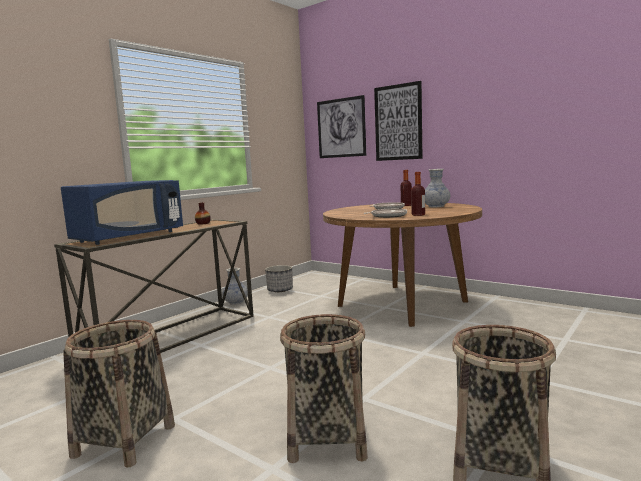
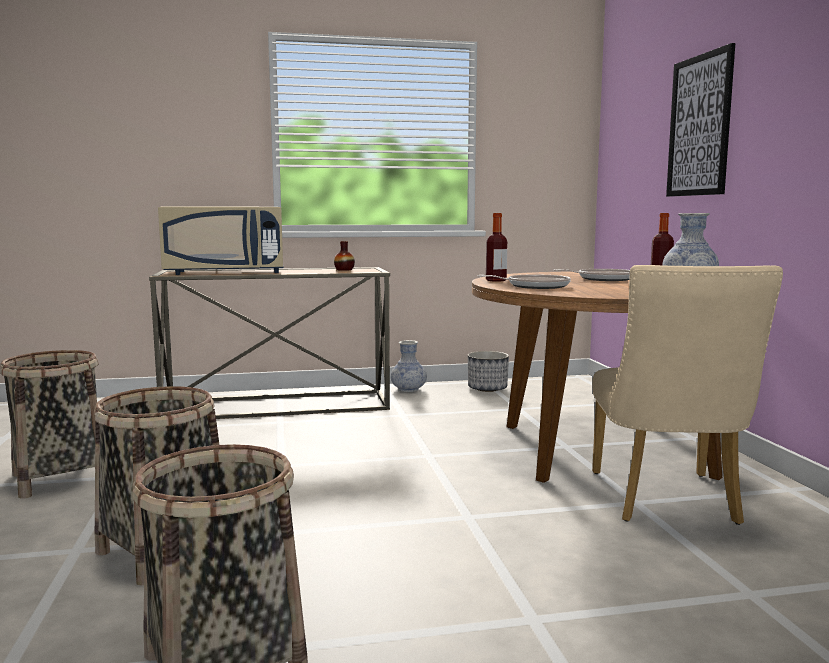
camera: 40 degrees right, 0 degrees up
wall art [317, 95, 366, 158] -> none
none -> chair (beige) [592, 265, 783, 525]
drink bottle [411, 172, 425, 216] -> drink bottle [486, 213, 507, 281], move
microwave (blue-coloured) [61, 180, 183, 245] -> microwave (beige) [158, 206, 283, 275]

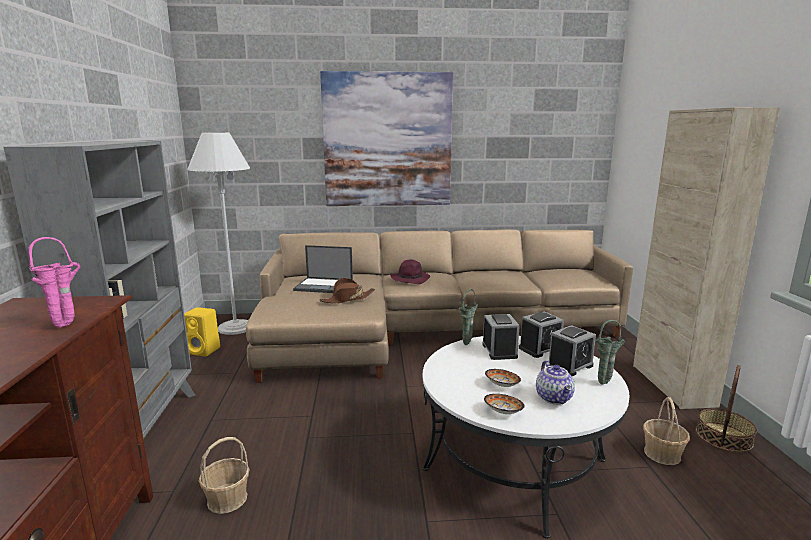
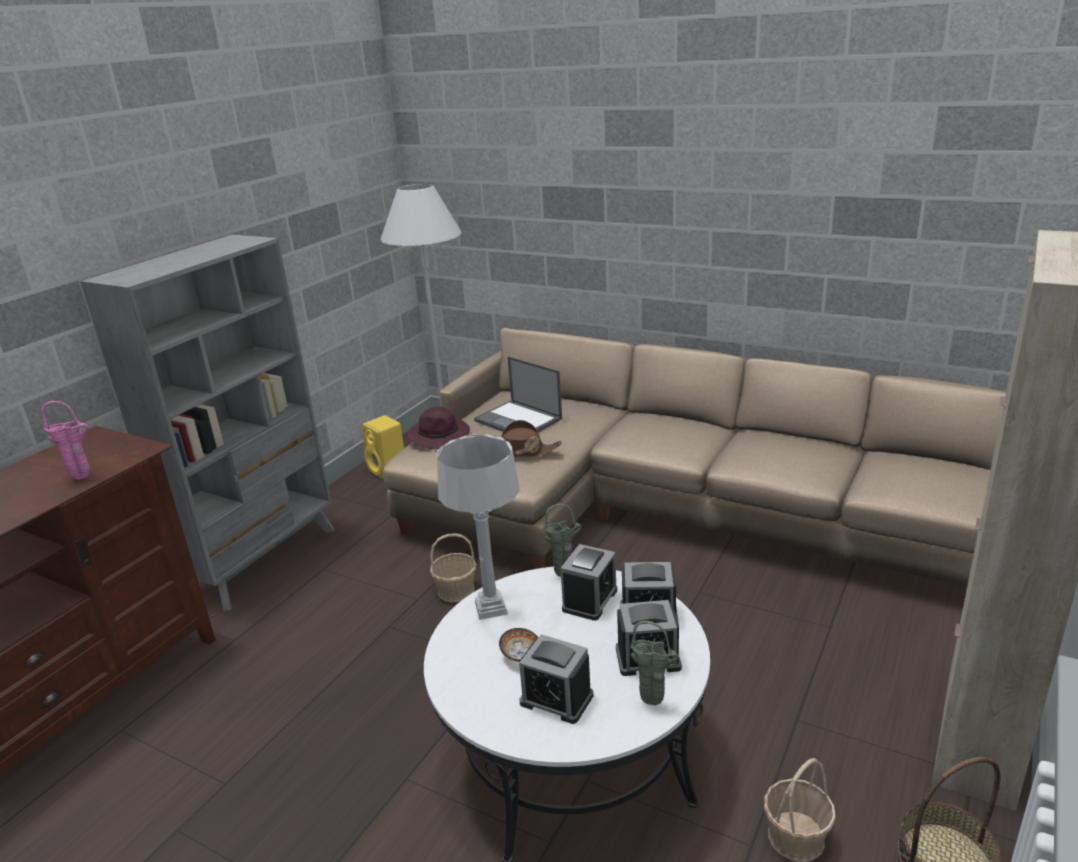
camera: 35 degrees right, 10 degrees up
wall art [320, 71, 453, 206] -> none
deep dish [484, 394, 525, 414] -> none
none -> lamp for a table (greyish) [437, 434, 520, 620]
storage basket [199, 437, 250, 514] -> storage basket [430, 533, 476, 603], move
clothing hat (purplish) [390, 259, 430, 284] -> clothing hat (purplish) [407, 406, 470, 449], move
pot for tea [536, 360, 575, 404] -> alarm clock [519, 634, 593, 724]

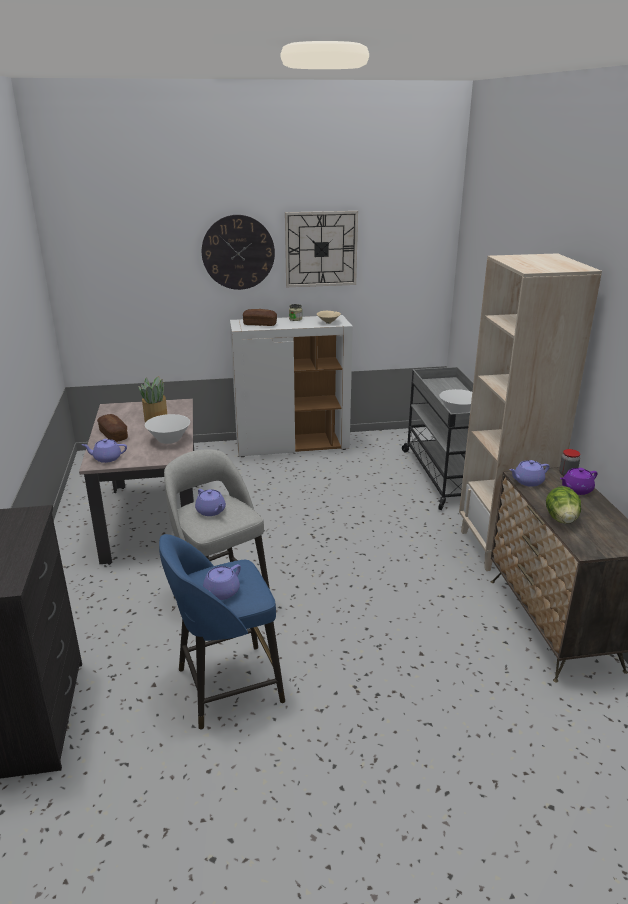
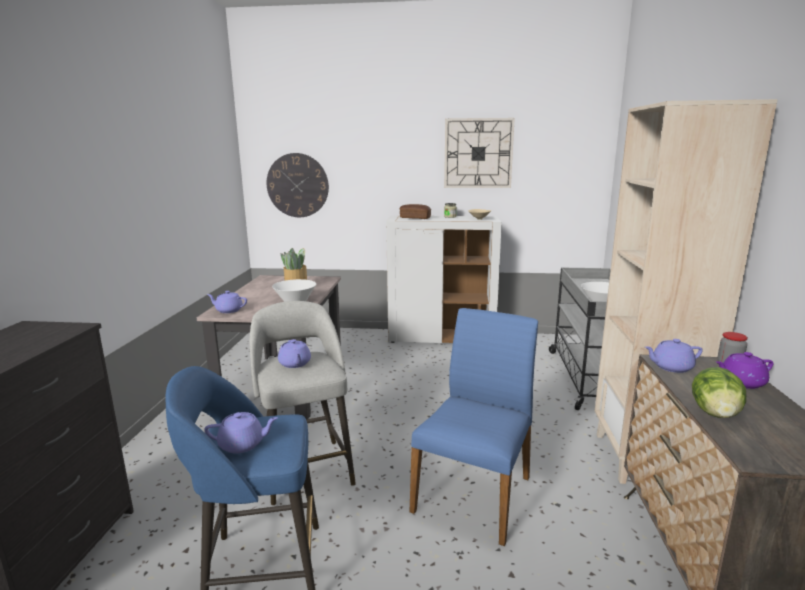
camera: 15 degrees right, 10 degrees down
bread [97, 414, 128, 442] -> none
none -> chair (blue-coloured) [409, 308, 538, 546]
wall clock [202, 215, 275, 290] -> wall clock [267, 153, 329, 217], move
pot for tea (purplish) [203, 564, 241, 600] -> pot for tea (purplish) [204, 412, 278, 453], 150 degrees counterclockwise

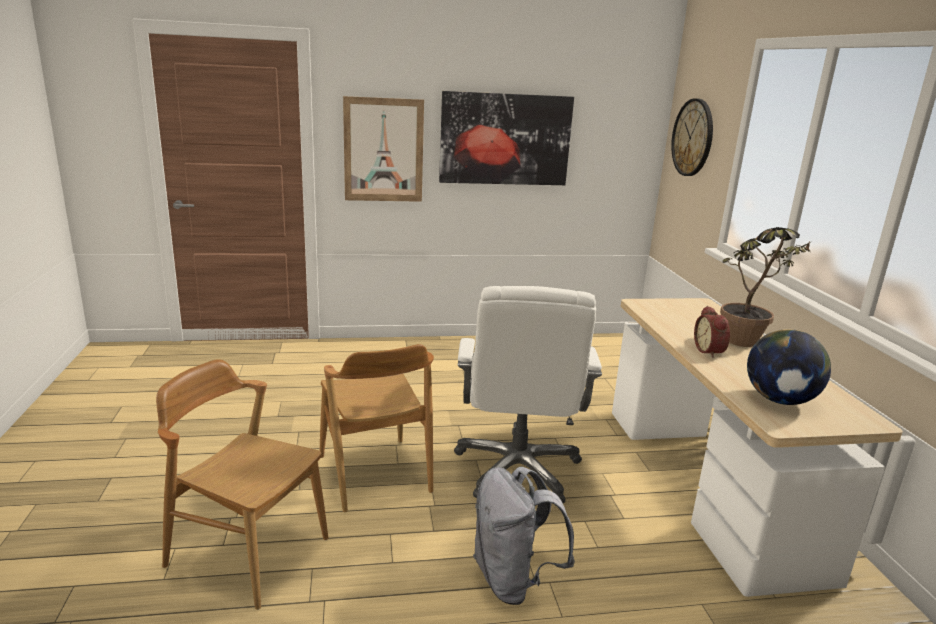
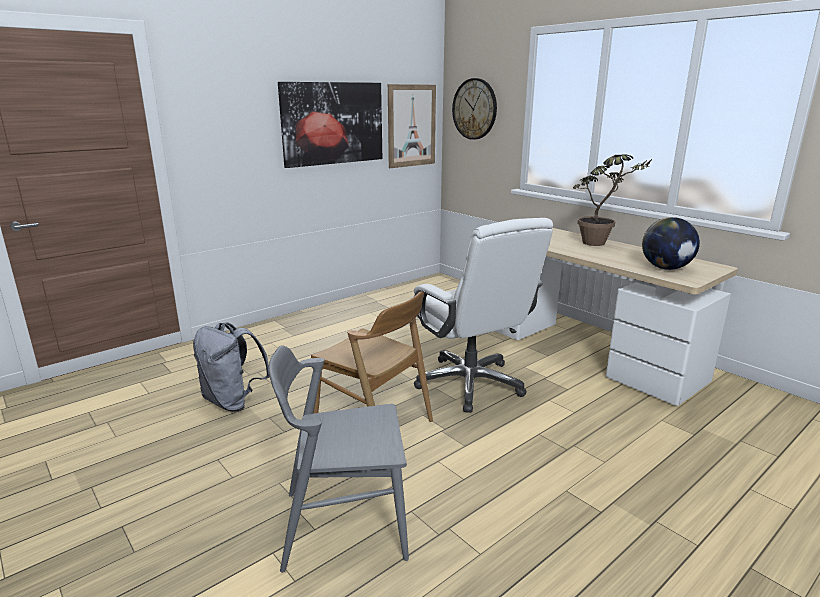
camera: 30 degrees left, 0 degrees up
alarm clock [694, 306, 730, 358] -> none
wall art [343, 96, 424, 202] -> wall art [388, 84, 436, 168], move
backpack (greyish) [473, 467, 575, 605] -> backpack (greyish) [193, 322, 270, 412], move
chair (brownish) [156, 359, 328, 610] -> chair (greyish) [269, 345, 409, 573]

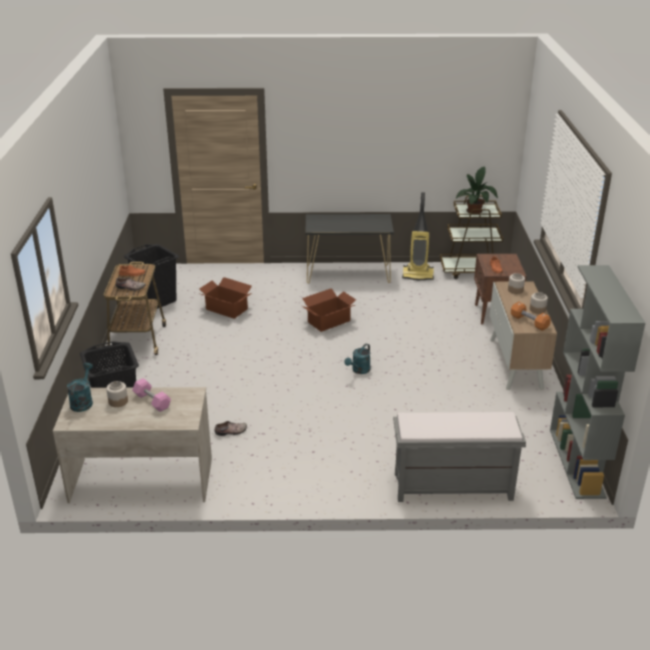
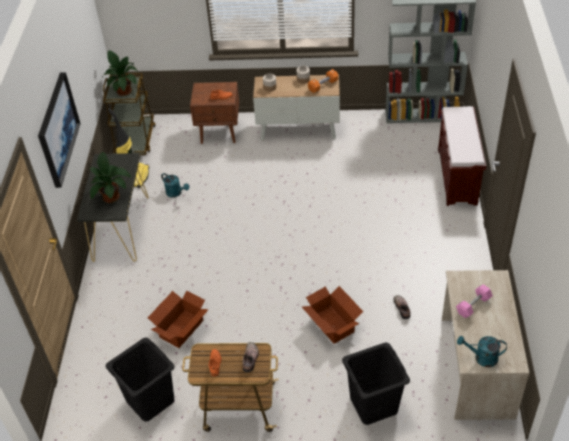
camera: 85 degrees left, 15 degrees up
preserve jar [106, 381, 128, 407] -> none
none -> wall art [38, 72, 81, 188]
none -> potted plant [90, 152, 131, 203]
packing box [302, 288, 356, 332] -> packing box [302, 286, 363, 344], move
sprinkling can (turquoise-coloured) [345, 344, 371, 374] -> sprinkling can (turquoise-coloured) [161, 173, 189, 198], move
bench (greyish) [393, 412, 526, 502] -> bench (brownish) [438, 106, 486, 206]

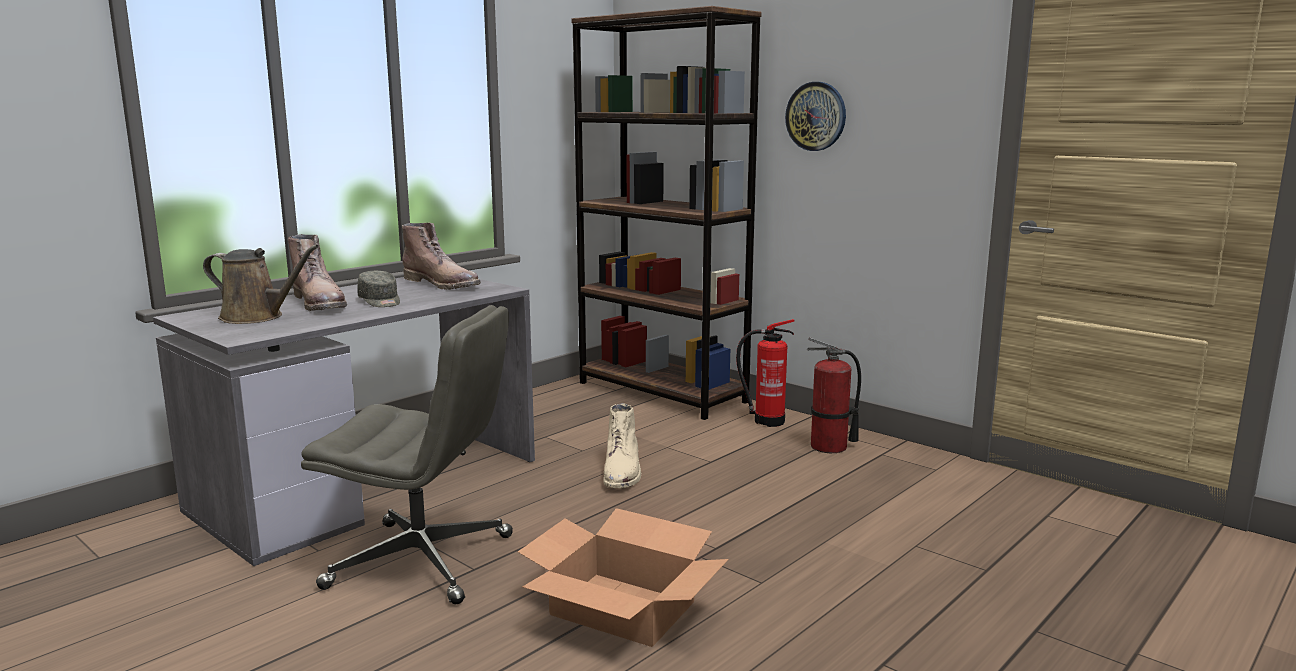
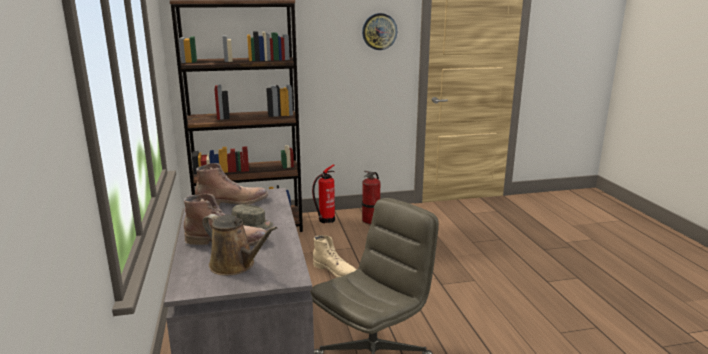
camera: 55 degrees left, 5 degrees up
packing box [518, 508, 729, 647] -> none
wall clock [785, 82, 846, 151] -> wall clock [362, 13, 397, 50], move
sprinkling can (brownish) [203, 245, 319, 324] -> sprinkling can (brownish) [202, 214, 277, 276], 75 degrees clockwise

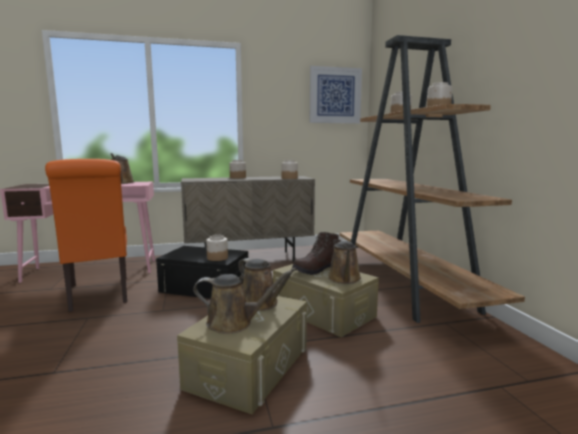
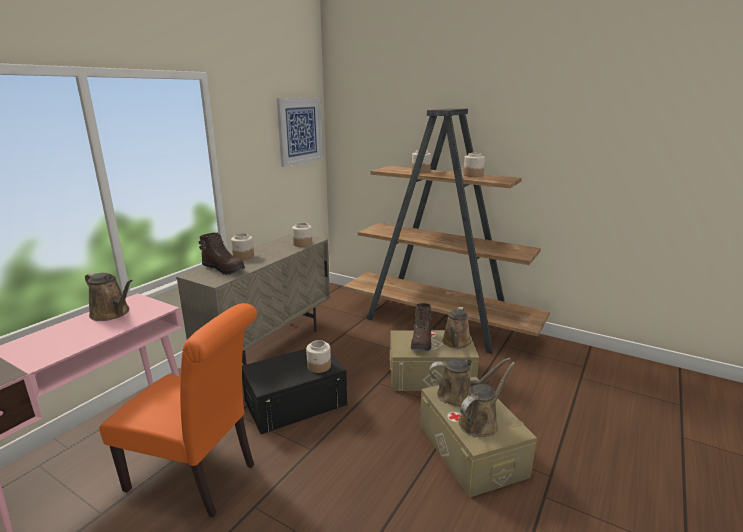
camera: 45 degrees left, 10 degrees up
none -> boot (brownish) [199, 232, 245, 275]
sprinkling can (brownish) [328, 240, 361, 284] -> sprinkling can (brownish) [442, 307, 471, 349], 60 degrees clockwise

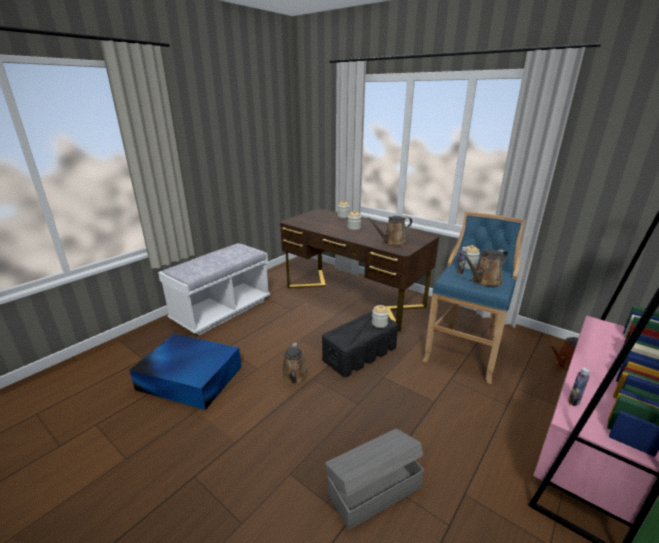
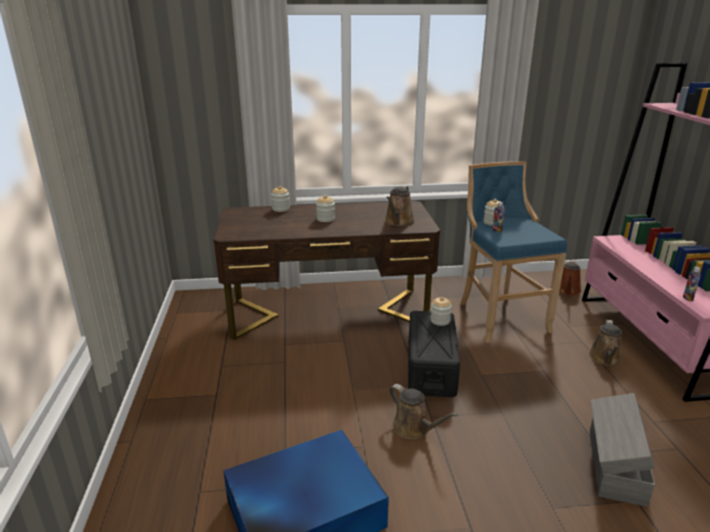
camera: 45 degrees left, 0 degrees up
bench (white) [158, 243, 270, 335] -> none
sprinkling can (brownish) [462, 249, 508, 286] -> sprinkling can (brownish) [589, 320, 622, 366], move

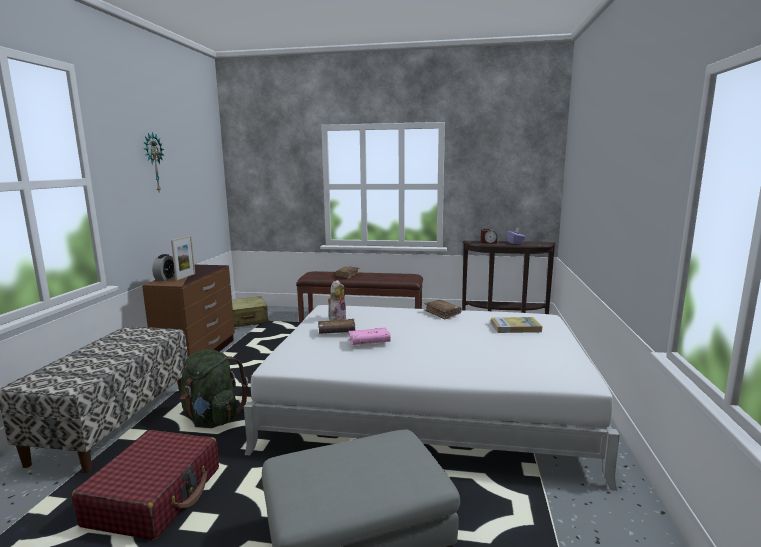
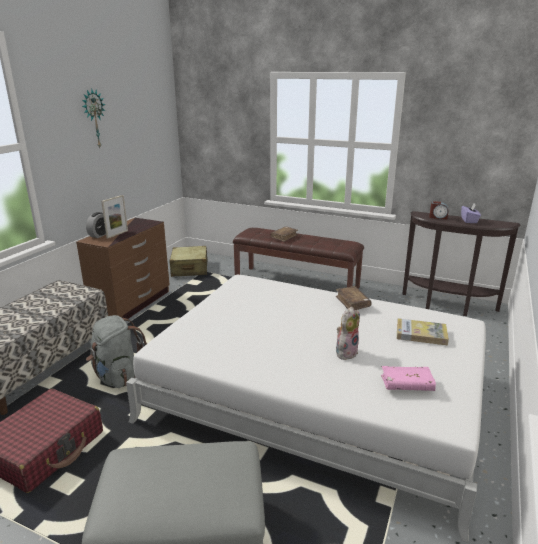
camera: 15 degrees right, 10 degrees up
volume (brownish) [318, 319, 356, 334] -> none
cuddly toy [328, 280, 347, 321] -> cuddly toy [336, 307, 360, 360], move
volume (pink-coloured) [348, 327, 391, 345] -> volume (pink-coloured) [381, 366, 436, 391], move
backpack (green-coloured) [180, 349, 248, 426] -> backpack (greyish) [86, 315, 147, 388]

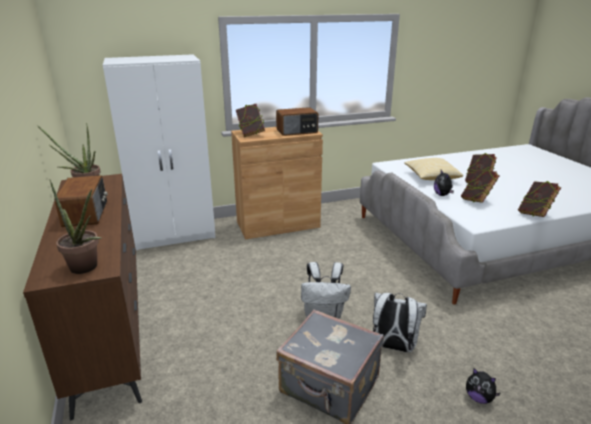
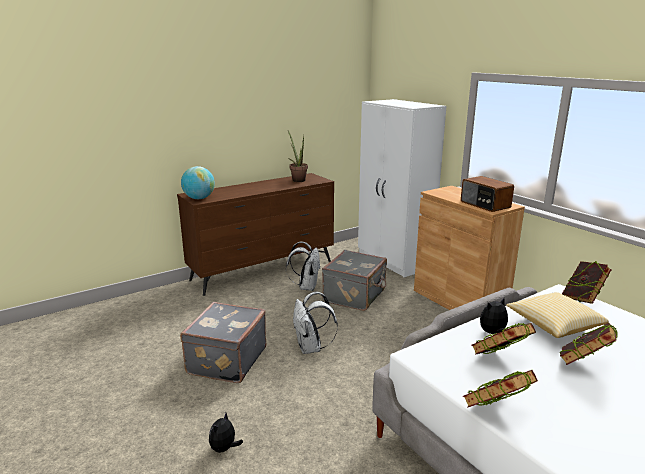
camera: 75 degrees right, 5 degrees down
radio receiver [54, 175, 108, 227] -> none
none -> suitcase (greyish) [322, 250, 387, 311]
volume [236, 104, 265, 137] -> volume [562, 261, 612, 304], move
backpack (white) [373, 292, 427, 352] -> backpack (white) [286, 241, 320, 291], move
potted plant [50, 180, 101, 274] -> world globe [181, 166, 215, 199]

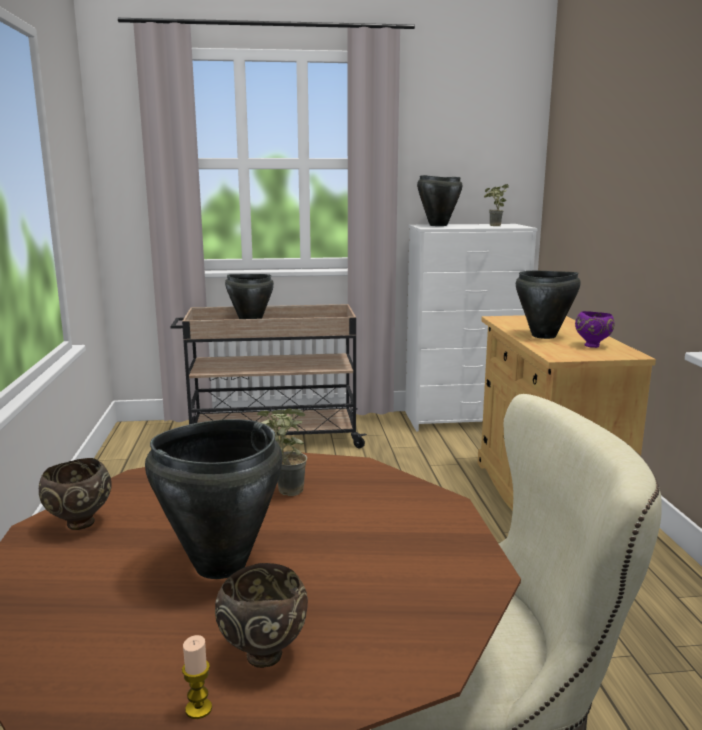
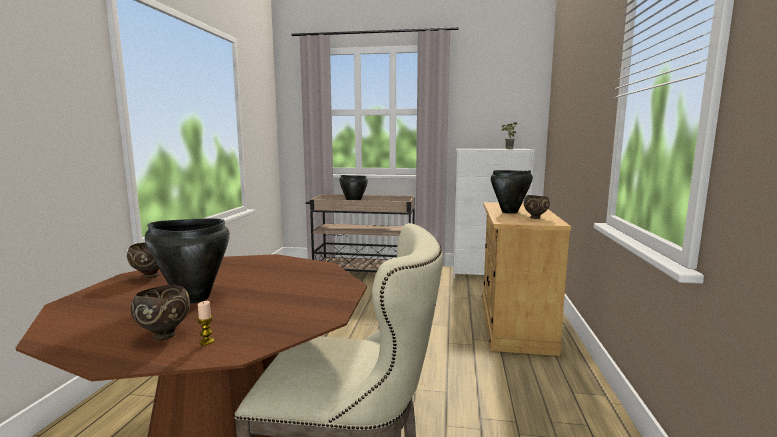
camera: 15 degrees right, 5 degrees down
potted plant [257, 409, 307, 496] -> none
saucepot (black-coloured) [417, 175, 462, 226] -> none
candle [182, 635, 212, 719] -> candle [197, 301, 214, 345], move
deep dish (purplish) [575, 311, 614, 348] -> deep dish (brownish) [524, 195, 550, 219]

